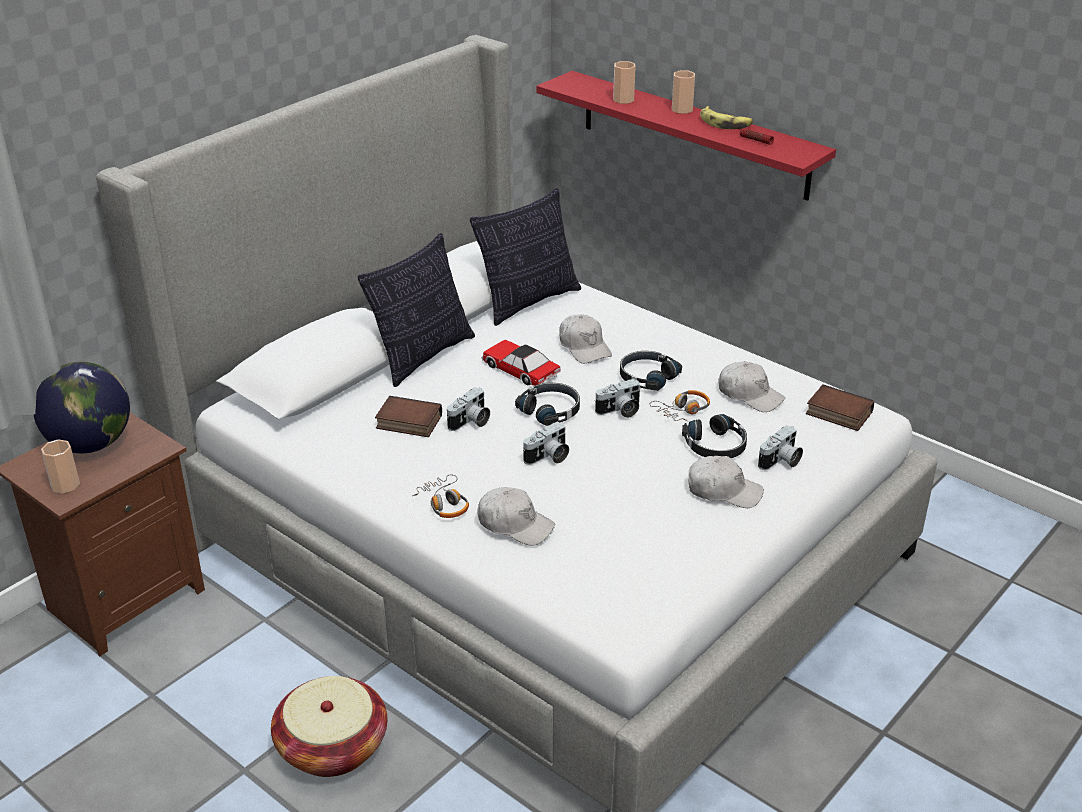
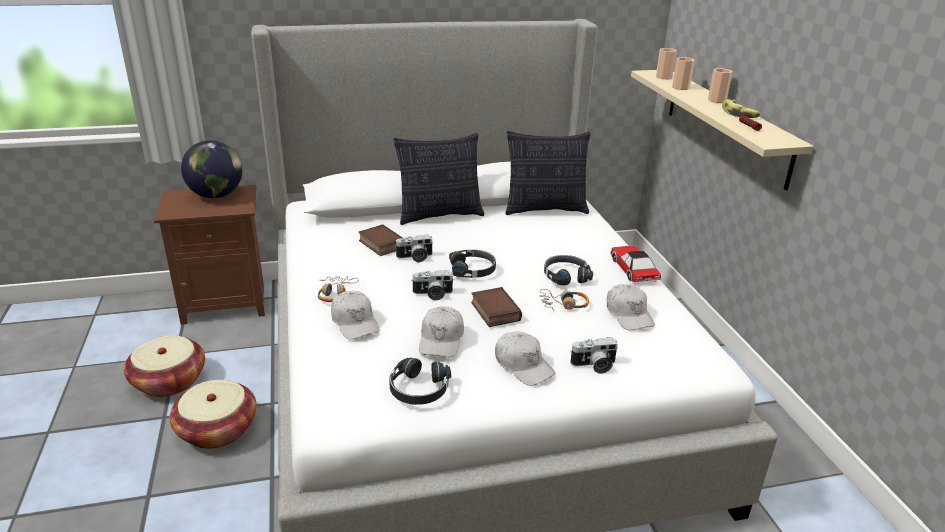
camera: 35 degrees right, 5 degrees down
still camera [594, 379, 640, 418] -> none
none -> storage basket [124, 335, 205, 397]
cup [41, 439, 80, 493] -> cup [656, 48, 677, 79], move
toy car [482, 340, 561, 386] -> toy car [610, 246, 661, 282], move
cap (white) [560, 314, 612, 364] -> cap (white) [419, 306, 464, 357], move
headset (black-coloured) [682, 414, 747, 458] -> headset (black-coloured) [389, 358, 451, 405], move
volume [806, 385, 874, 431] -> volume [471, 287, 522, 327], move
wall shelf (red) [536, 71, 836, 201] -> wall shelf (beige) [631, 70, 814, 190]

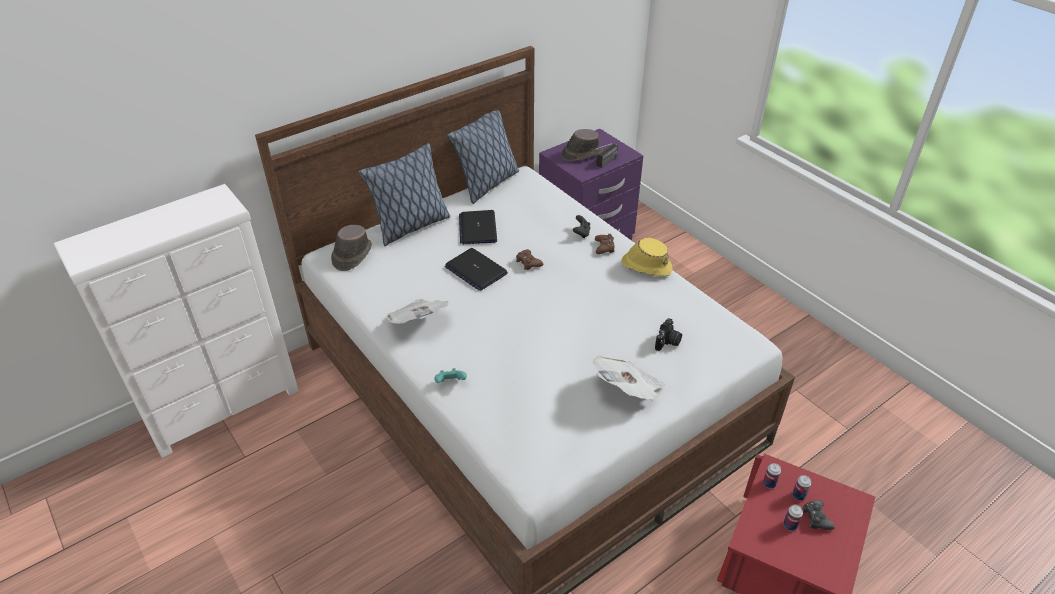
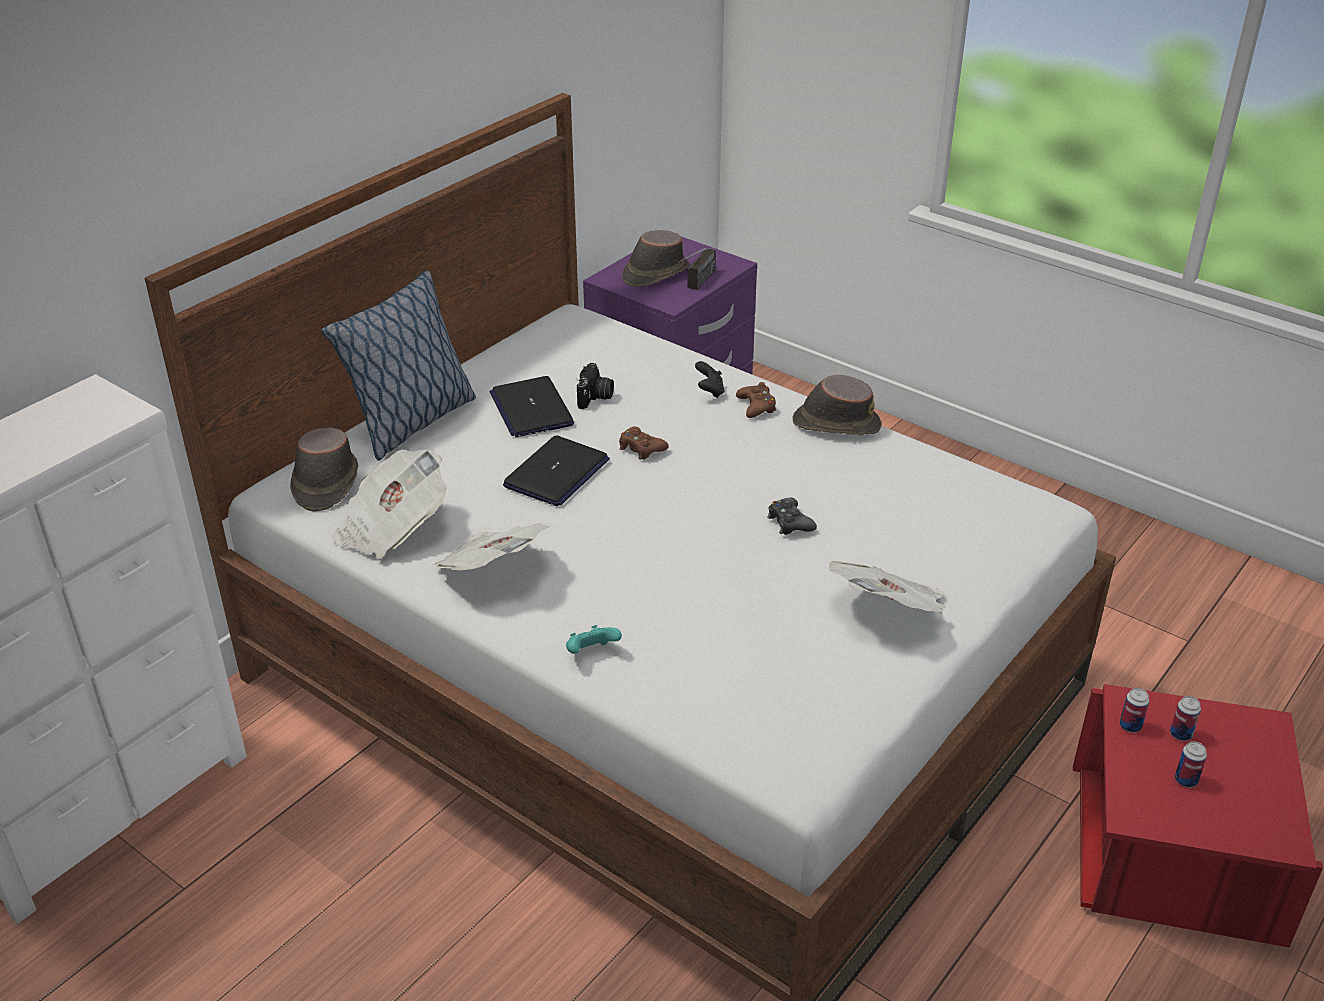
camera: 15 degrees left, 5 degrees down
throw pillow [447, 110, 519, 204] -> none
none -> daily paper [332, 449, 446, 558]
still camera [655, 318, 682, 351] -> still camera [577, 363, 614, 409], move
game controller (black-coloured) [803, 500, 835, 530] -> game controller (black-coloured) [767, 498, 817, 535], move
clothing hat (yellow) [621, 238, 673, 277] -> clothing hat (brownish) [793, 375, 881, 435]
notebook computer [445, 248, 508, 291] -> notebook computer [503, 435, 610, 506], 90 degrees counterclockwise

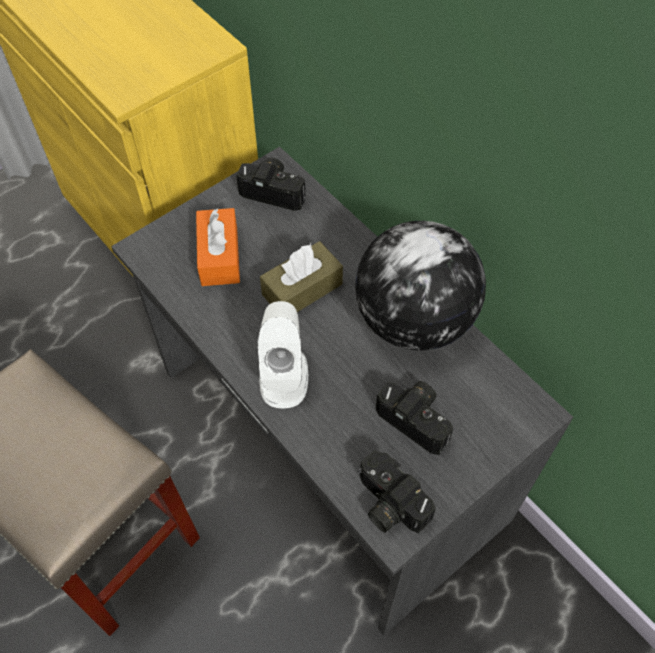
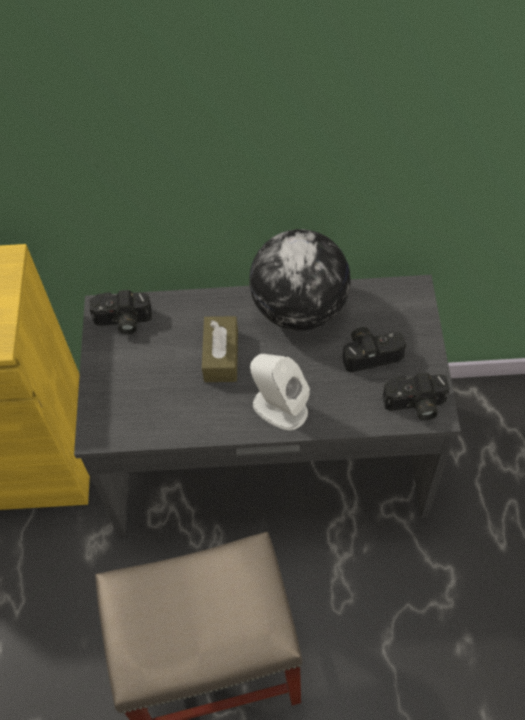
camera: 50 degrees left, 0 degrees up
tissue holder (orangey) [196, 208, 240, 286] -> none
still camera [236, 157, 306, 211] -> still camera [90, 290, 152, 335], 150 degrees counterclockwise

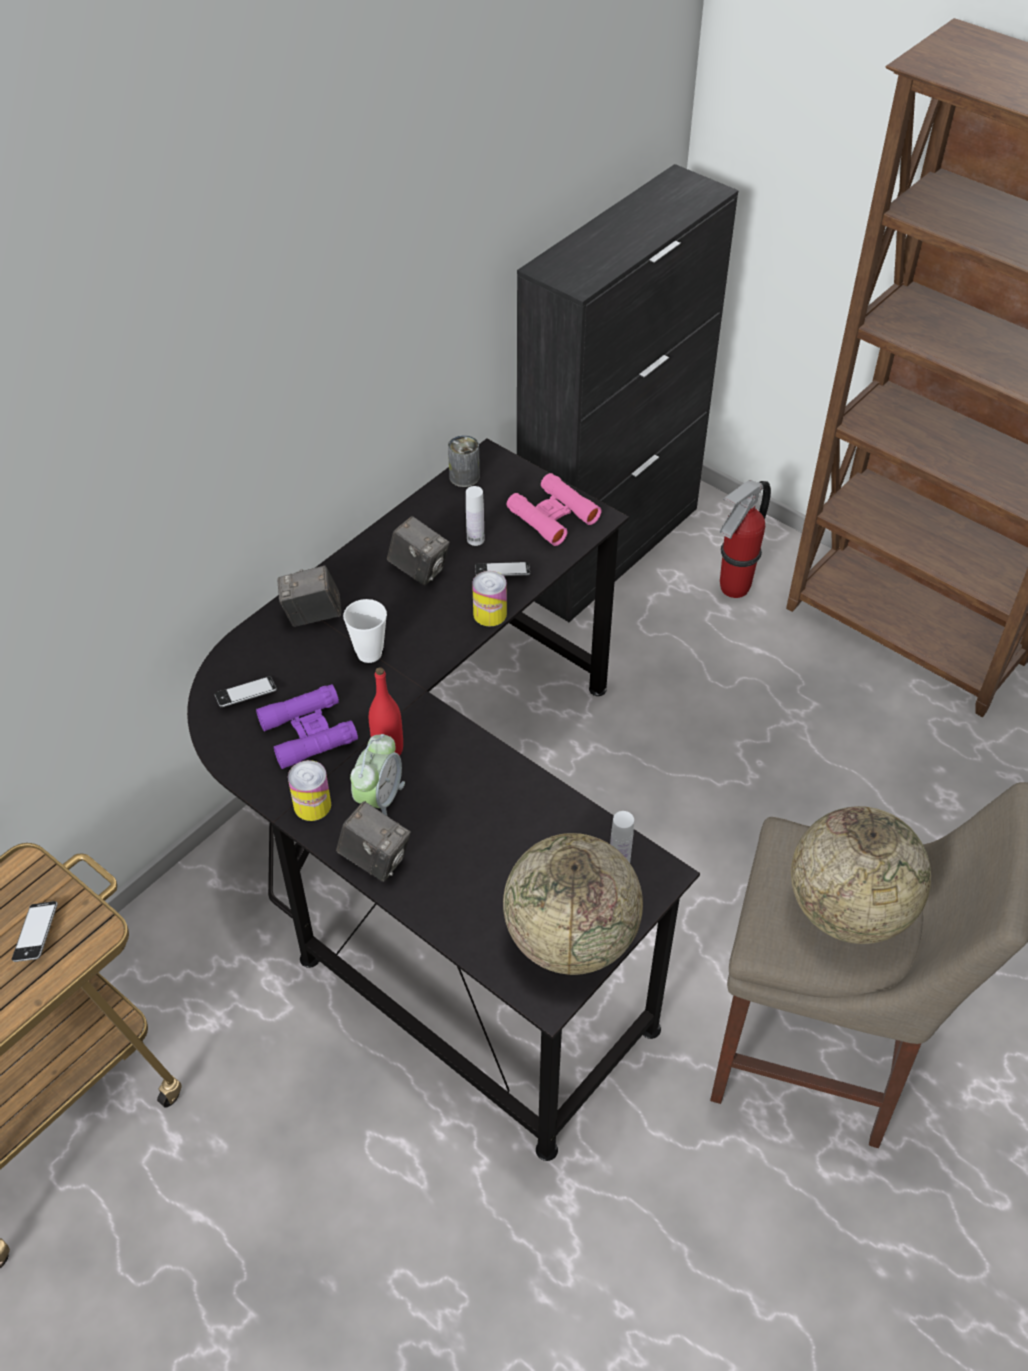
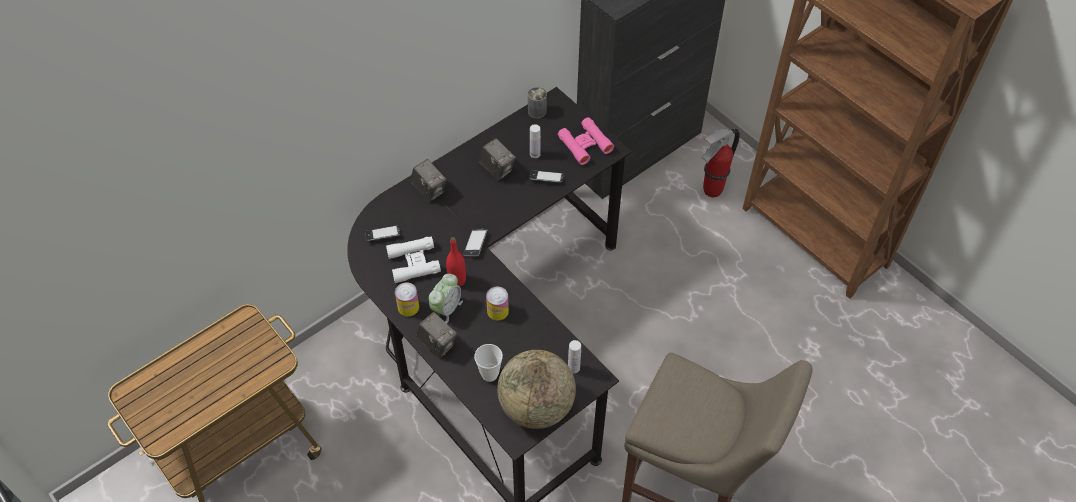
camera: 10 degrees right, 5 degrees up
world globe [791, 806, 931, 944] -> none
telephone [12, 901, 58, 962] -> telephone [463, 229, 488, 257], move
cup [343, 599, 387, 663] -> cup [474, 344, 503, 382], move
metal can [472, 571, 507, 627] -> metal can [486, 287, 509, 320], move
binoculars (purplish) [256, 684, 358, 769] -> binoculars (white) [386, 236, 441, 283]
still camera [278, 565, 341, 627] -> still camera [411, 159, 446, 202], 135 degrees counterclockwise

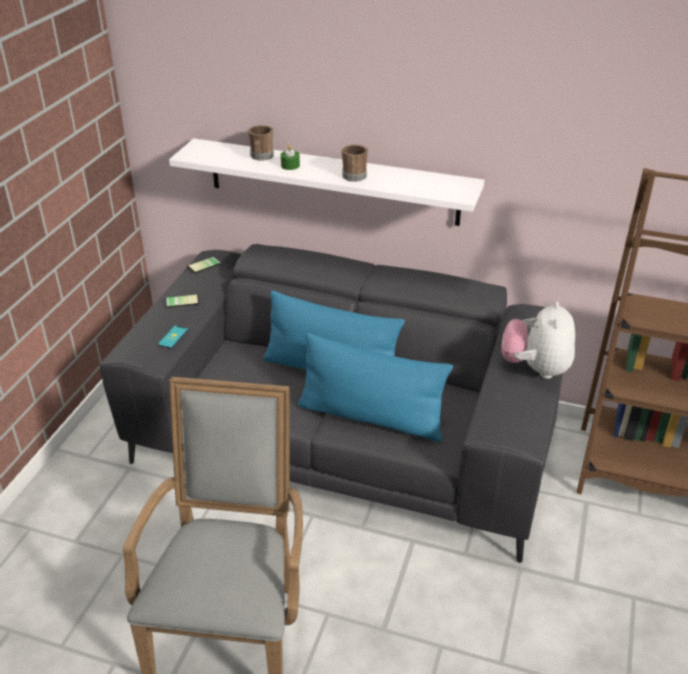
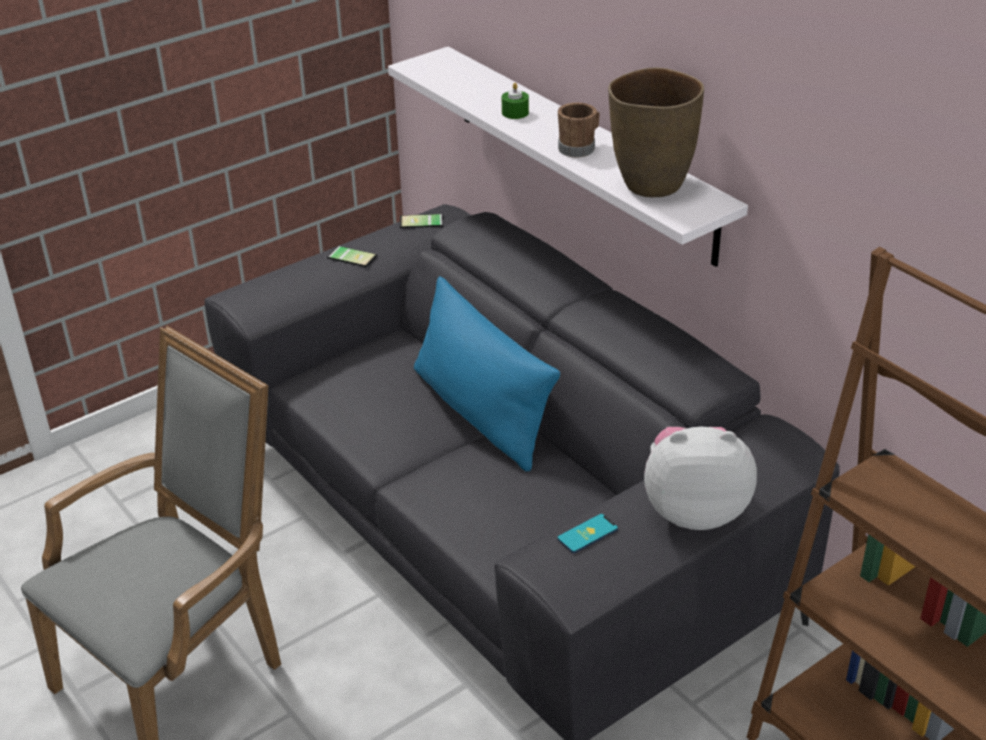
camera: 35 degrees right, 0 degrees up
coffee mug (brownish) [248, 125, 274, 161] -> none
throw pillow (blue-coloured) [298, 333, 453, 442] -> none
none -> flower vase (brownish) [608, 67, 704, 198]
telephone [158, 326, 188, 349] -> telephone [557, 514, 618, 553], move
cuddly toy [501, 302, 575, 379] -> cuddly toy [644, 427, 757, 530], 45 degrees clockwise

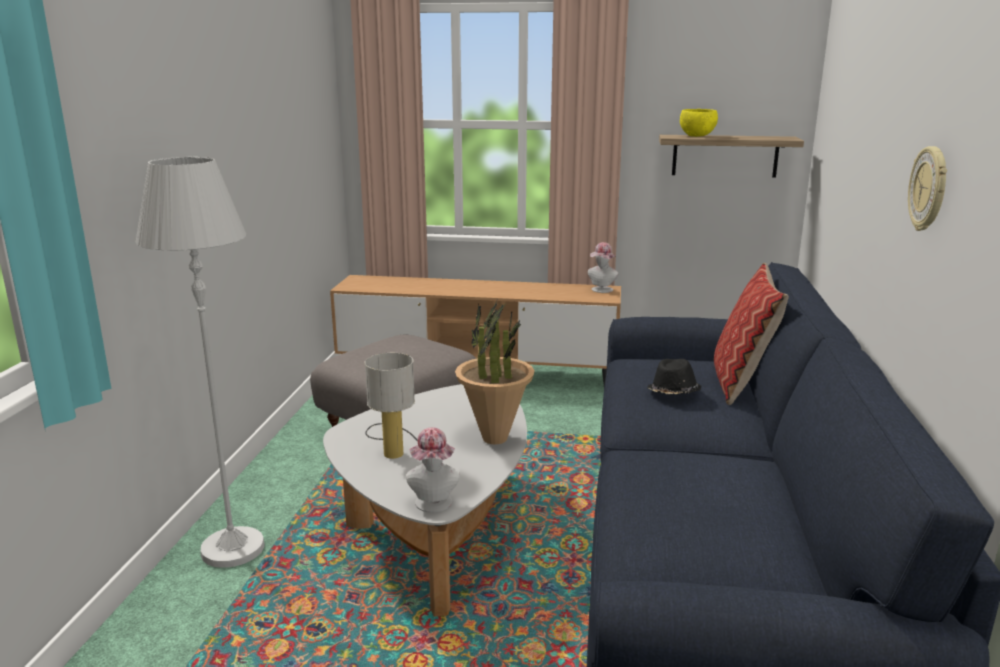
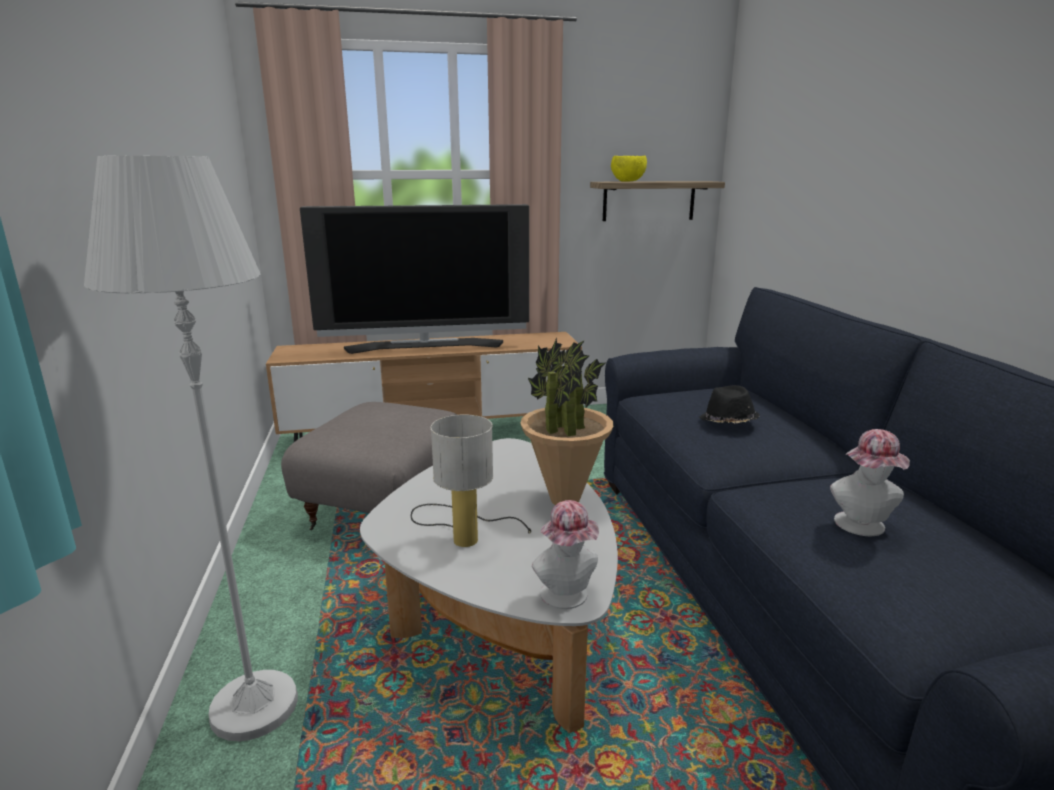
camera: 20 degrees left, 0 degrees up
throw pillow [714, 263, 789, 405] -> none
wall clock [908, 146, 947, 231] -> none
none -> TV [300, 204, 529, 354]
clothing hat [588, 242, 619, 293] -> clothing hat [830, 429, 910, 536], move

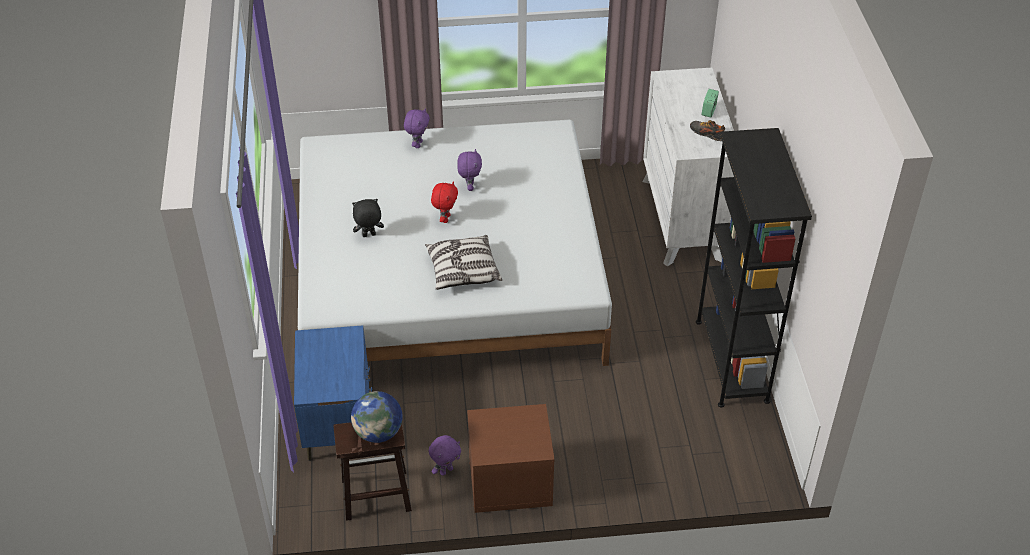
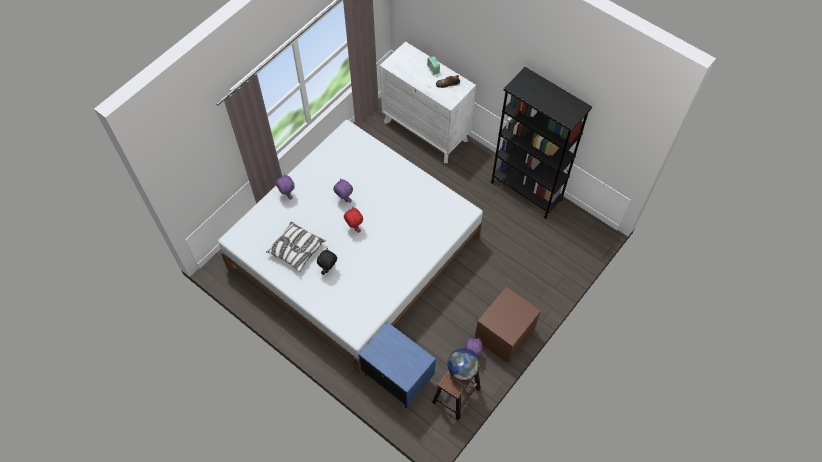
camera: 45 degrees left, 15 degrees up
throw pillow [425, 235, 502, 290] -> throw pillow [266, 221, 326, 272], move

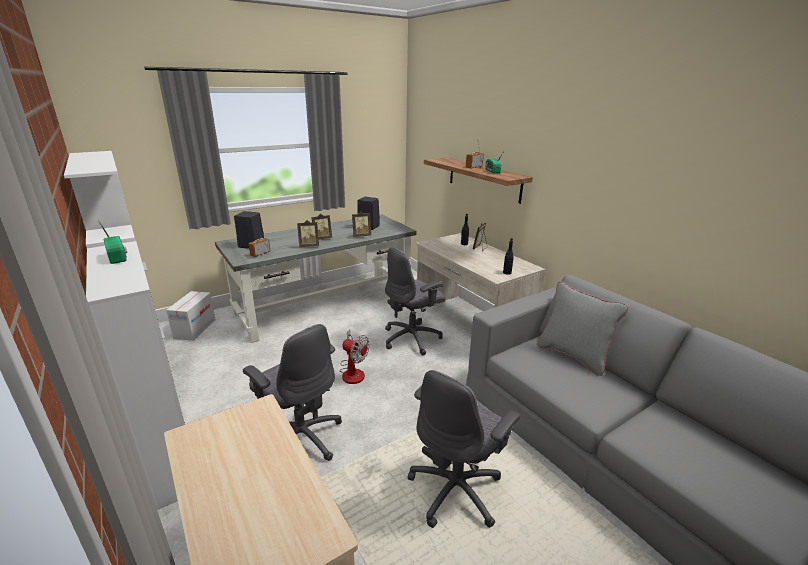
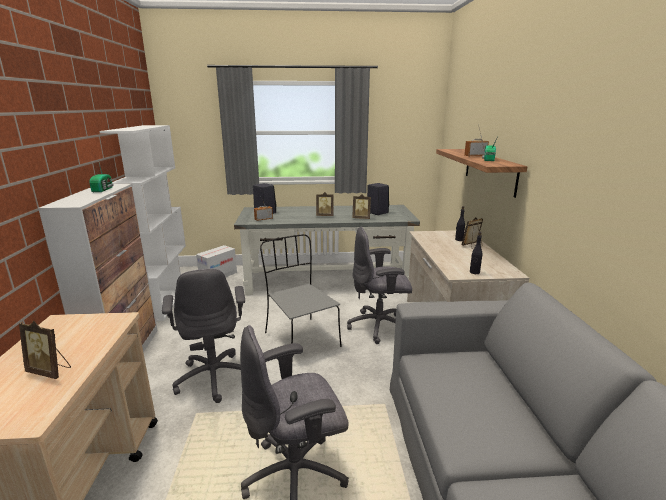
camera: 30 degrees right, 5 degrees down
throw pillow (greyish) [537, 281, 629, 376] -> none
picture frame [297, 220, 319, 247] -> picture frame [19, 321, 71, 379], move
fan [340, 330, 370, 384] -> chair (greyish) [260, 234, 342, 347]

